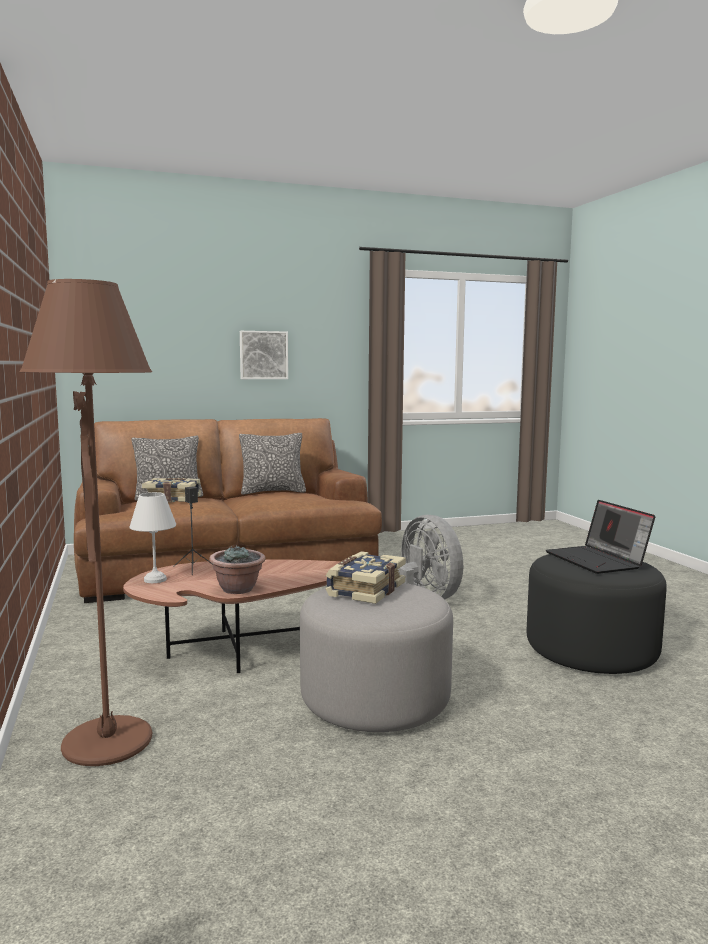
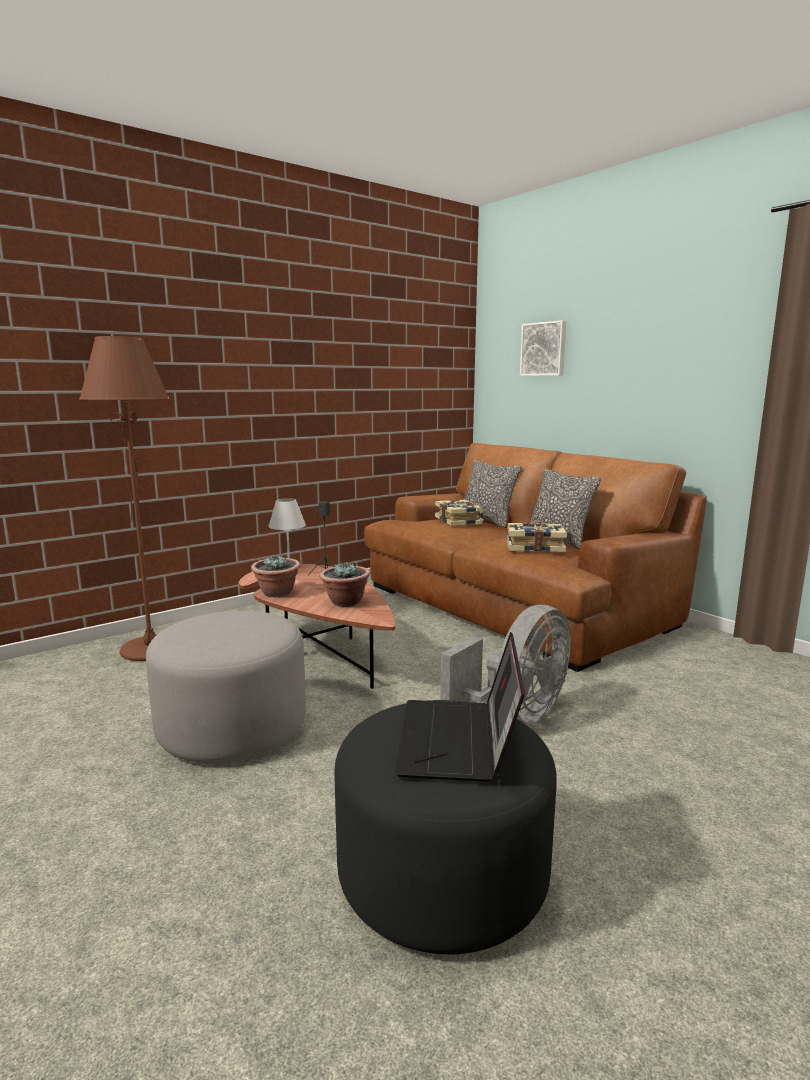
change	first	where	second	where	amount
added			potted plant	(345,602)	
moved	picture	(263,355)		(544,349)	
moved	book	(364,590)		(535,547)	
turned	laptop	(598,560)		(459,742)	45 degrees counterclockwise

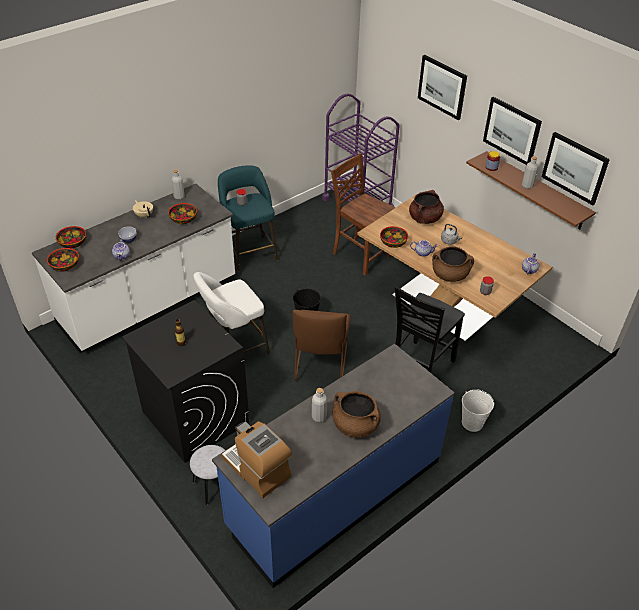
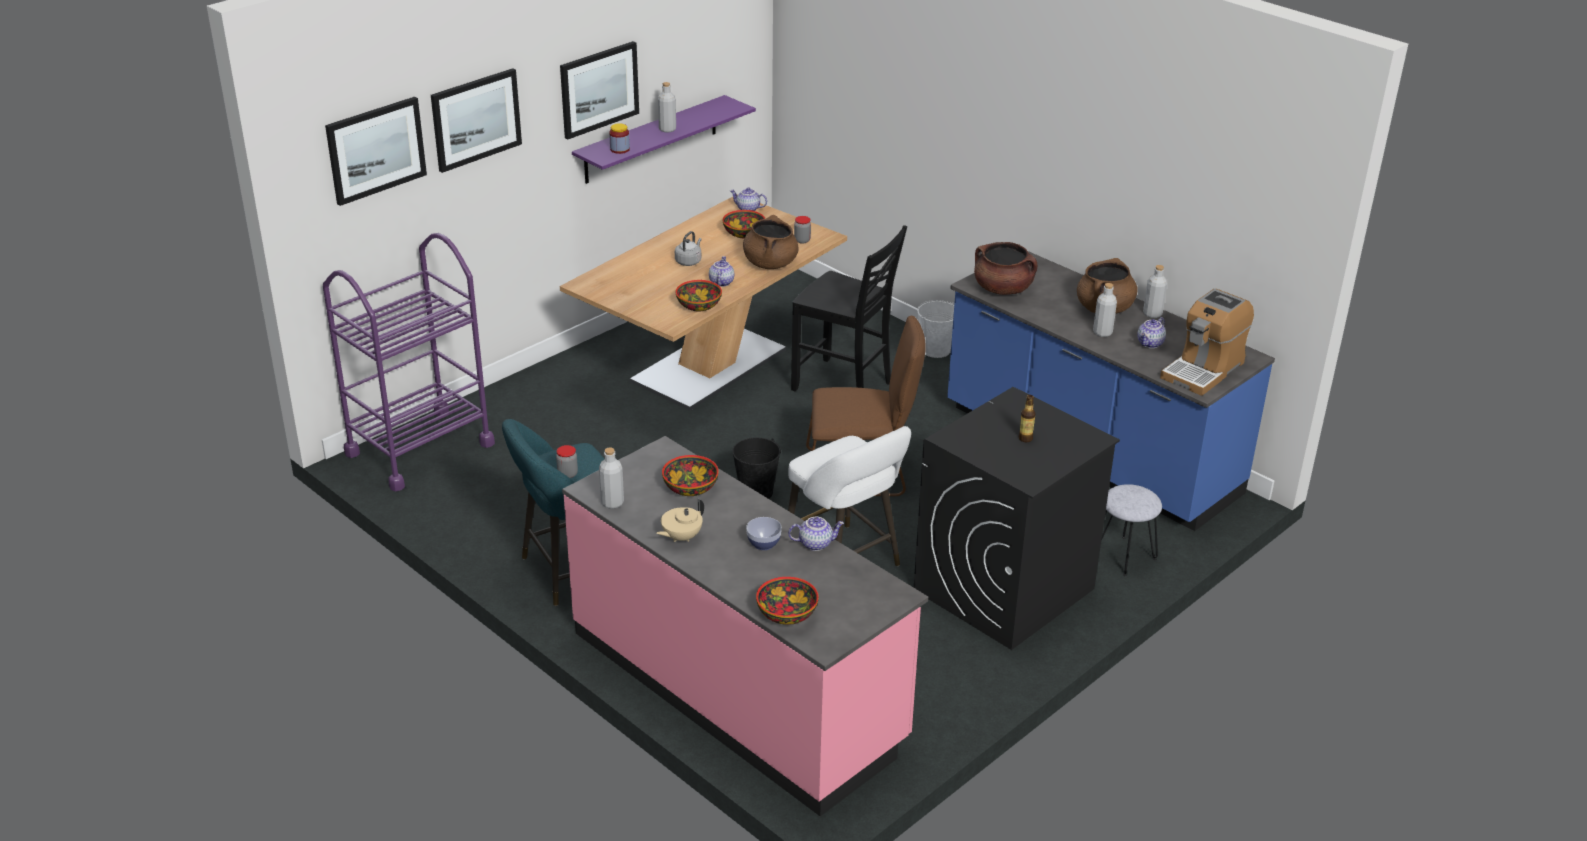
change	first	where	second	where	amount
removed	chair (brown)	(360,255)			
added			teapot	(1150,344)	
added			bottle (grey)	(1152,314)	
moved	bowl	(65,266)		(744,234)	
moved	cooking pot (brown)	(425,219)		(1003,289)	
moved	picture	(575,168)		(376,150)	
recoloured	counter (white)	(149,302)	counter (pink)	(738,687)	
recoloured	shelf (brown)	(535,190)	shelf (purple)	(651,139)	

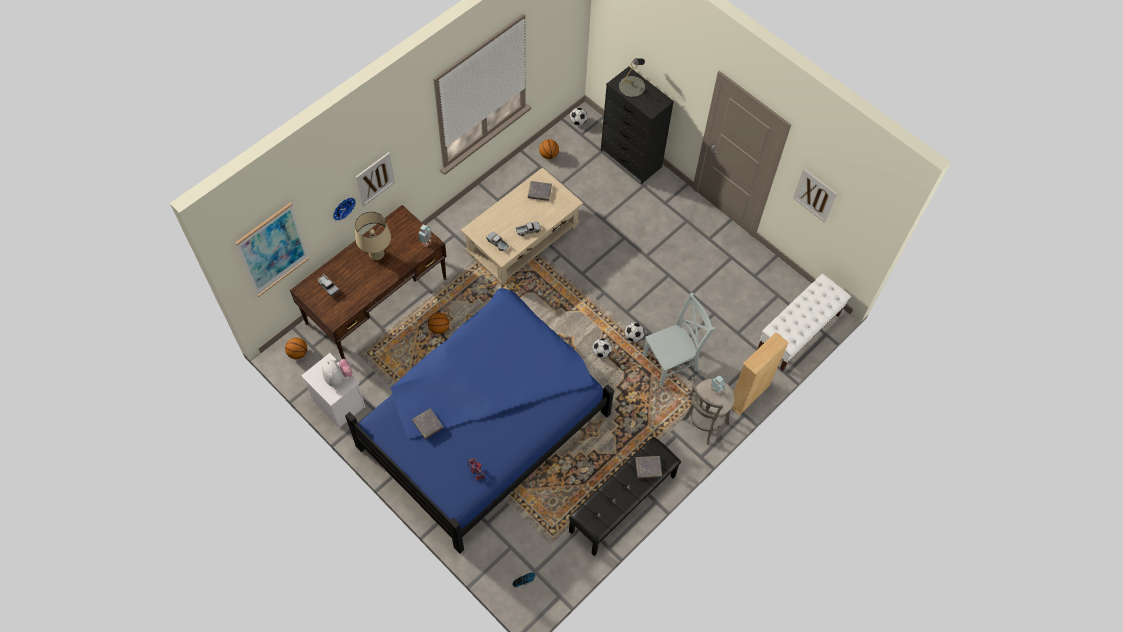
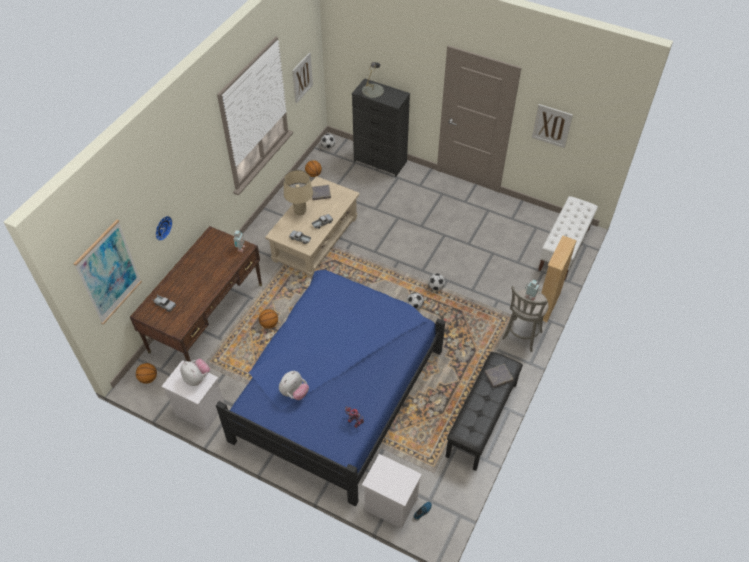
change	first	where	second	where	amount
removed	chair (grey)	(672,361)			
added			nightstand (white)	(389,505)	
moved	table lamp (beige)	(377,254)		(300,211)	
moved	picture	(375,179)		(302,77)	
replaced	book (grey)	(428,424)	plush toy	(294,393)	

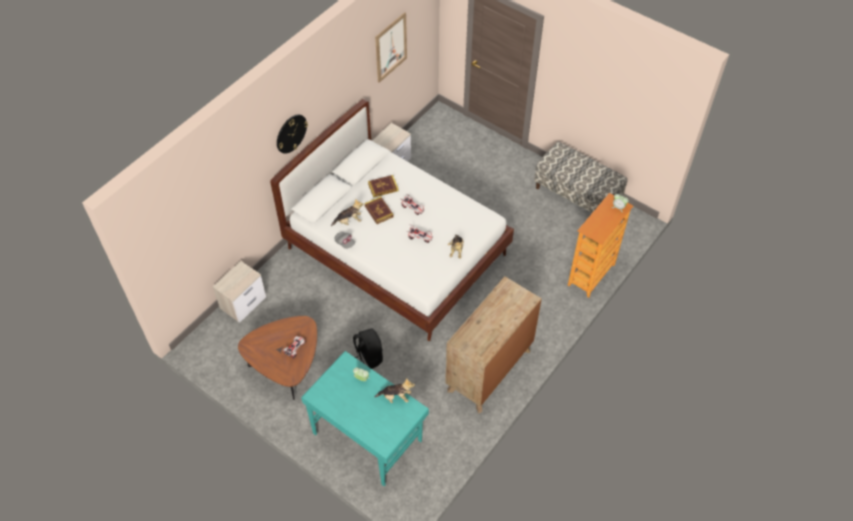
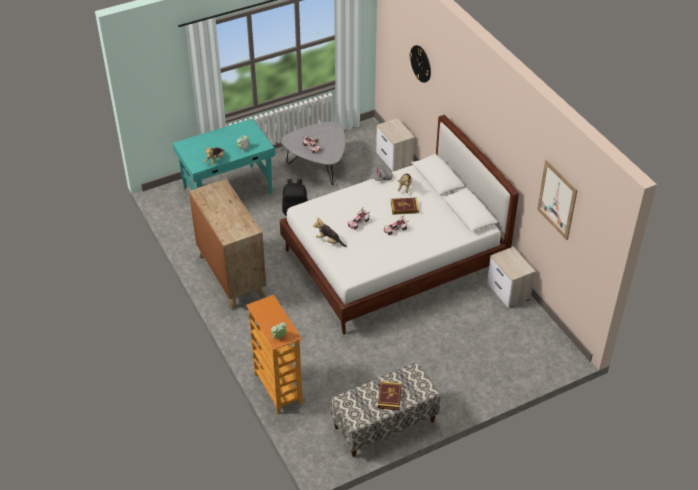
change	first	where	second	where	amount
moved	wall clock	(291,133)		(421,63)	
moved	book	(383,187)		(389,397)	
recoloured	coffee table (brown)	(286,367)	coffee table (grey)	(318,166)	

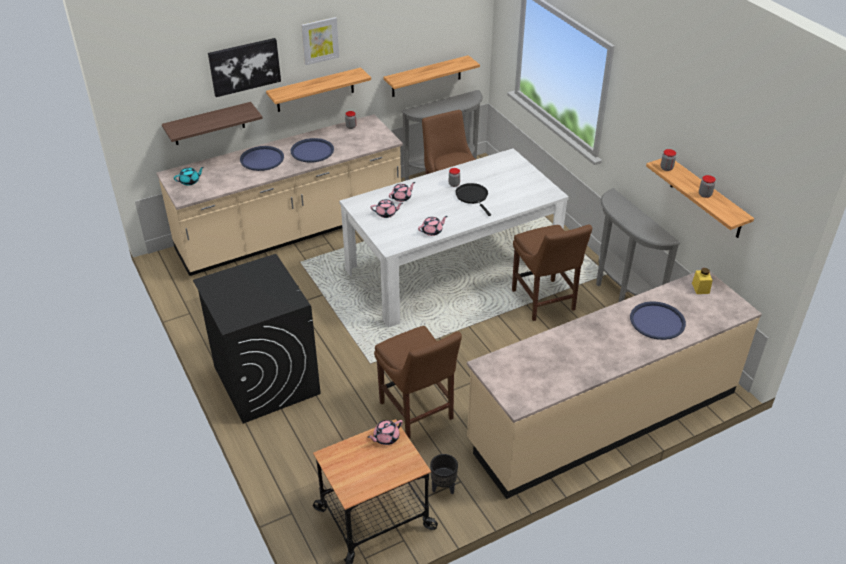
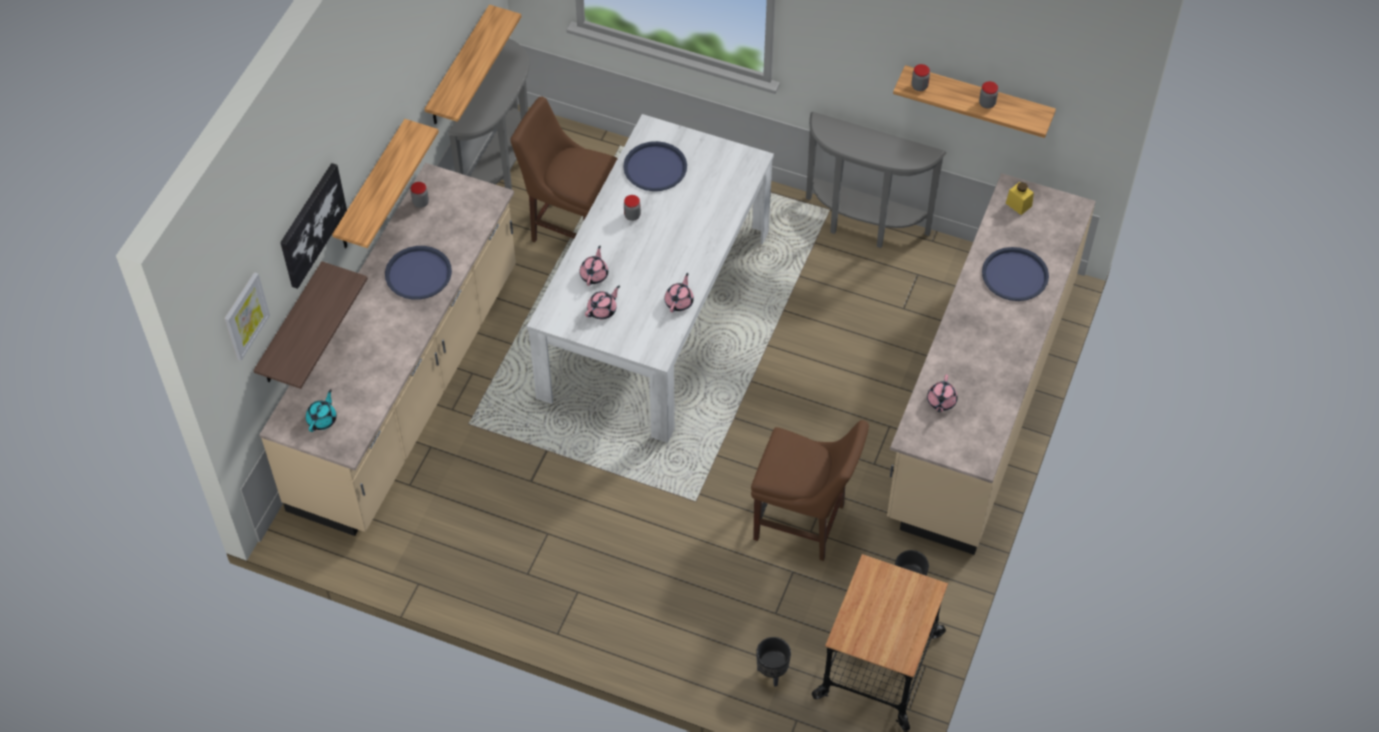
change	first	where	second	where	amount
removed	washing machine (black)	(265,380)			
removed	frying pan (black)	(473,197)			
removed	chair (brown)	(544,302)			
added			planter (black)	(772,672)	
moved	tray (blue)	(262,159)		(655,167)	
moved	picture	(320,40)		(245,316)	
moved	teapot (pink)	(385,438)		(941,401)	

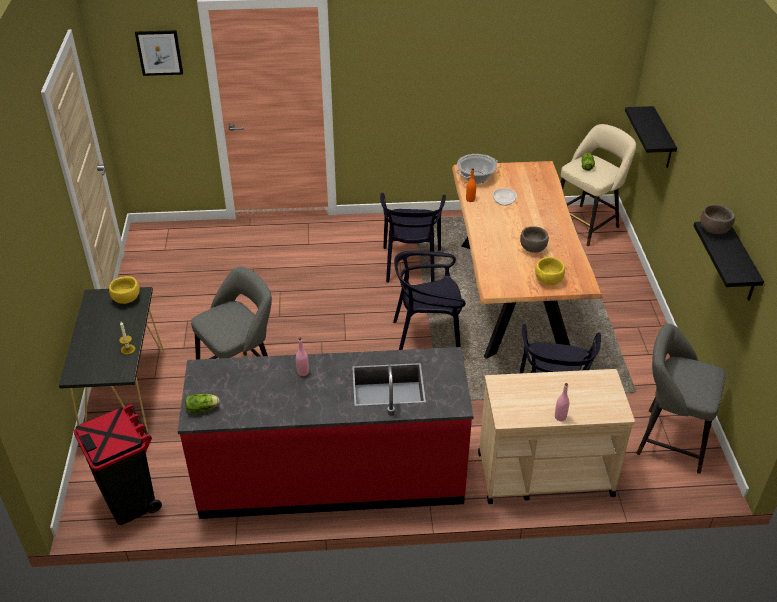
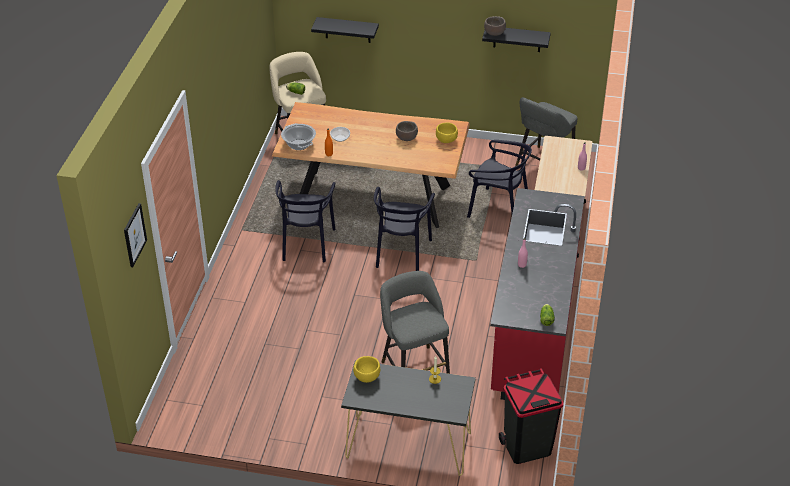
change	first	where	second	where	amount
turned	chair (black)	(411,264)		(306,244)	75 degrees clockwise

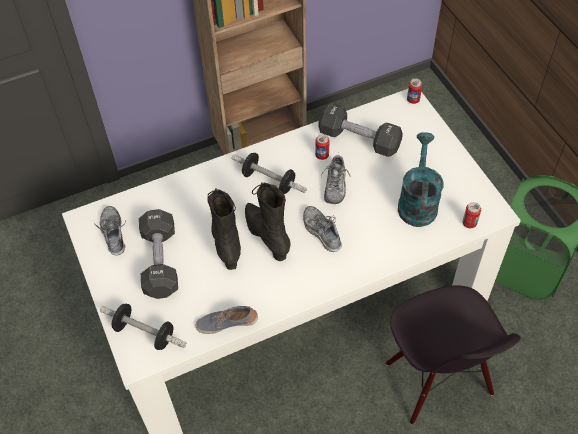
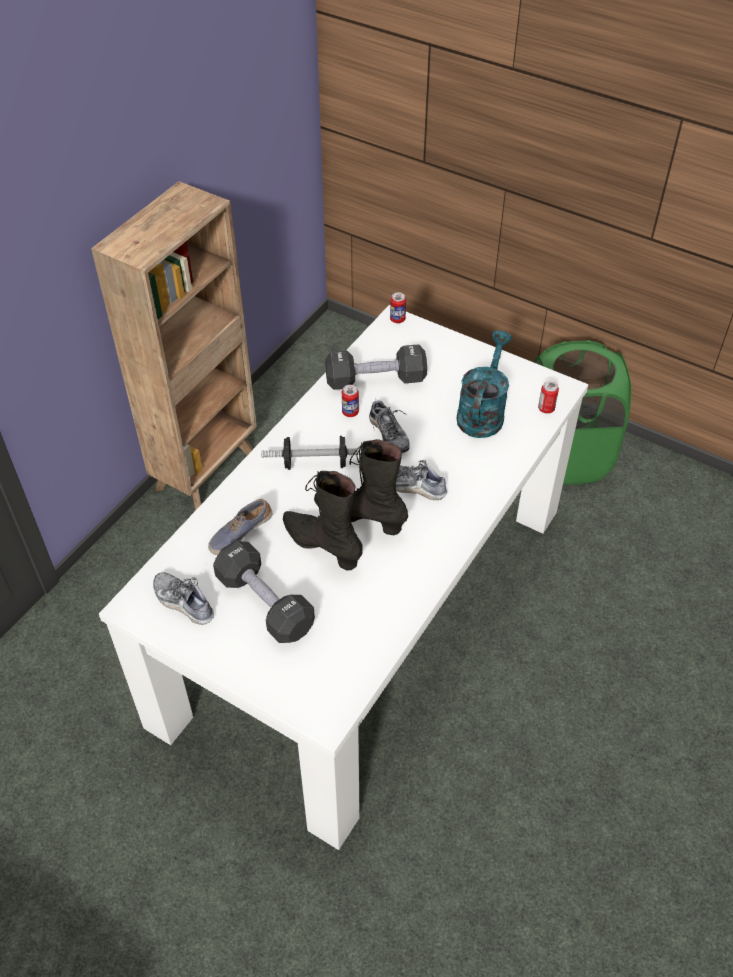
change	first	where	second	where	amount
removed	dumbbell	(145,333)			
removed	chair (black)	(437,379)			
moved	shoe	(227,323)		(240,533)	
turned	watering can (turquoise)	(417,202)		(482,412)	45 degrees clockwise

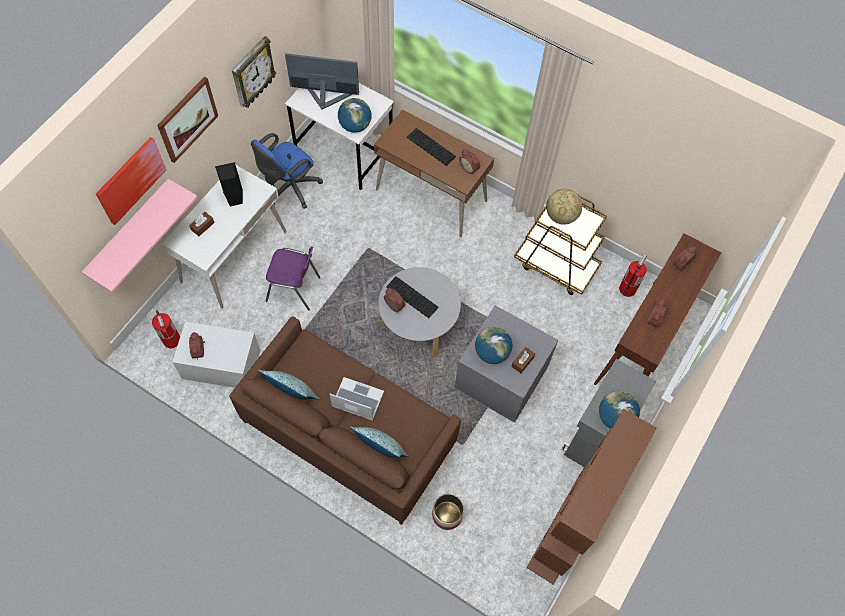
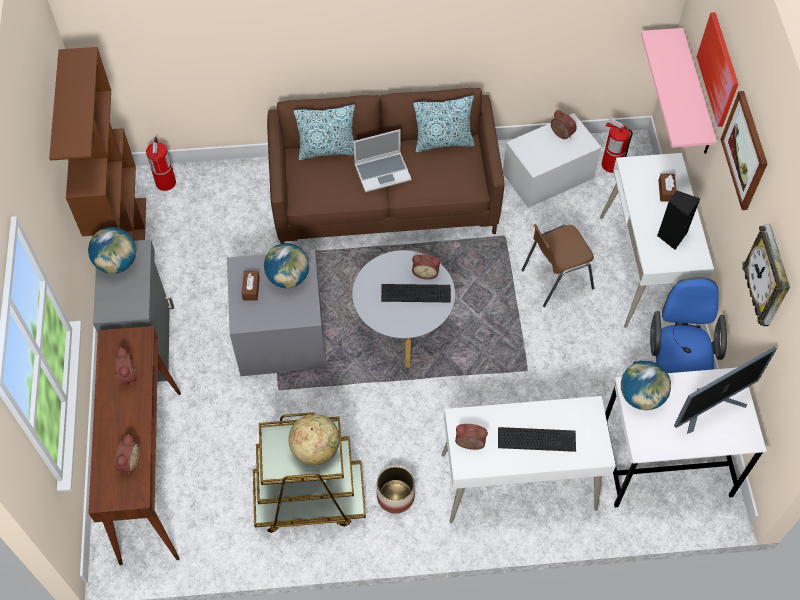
change	first	where	second	where	amount
moved	planter	(447,514)		(396,496)	
moved	fire extinguisher	(627,289)		(166,183)	
recoloured	chair (purple)	(294,289)	chair (brown)	(555,279)	
recoloured	desk (brown)	(431,195)	desk (white)	(518,482)	

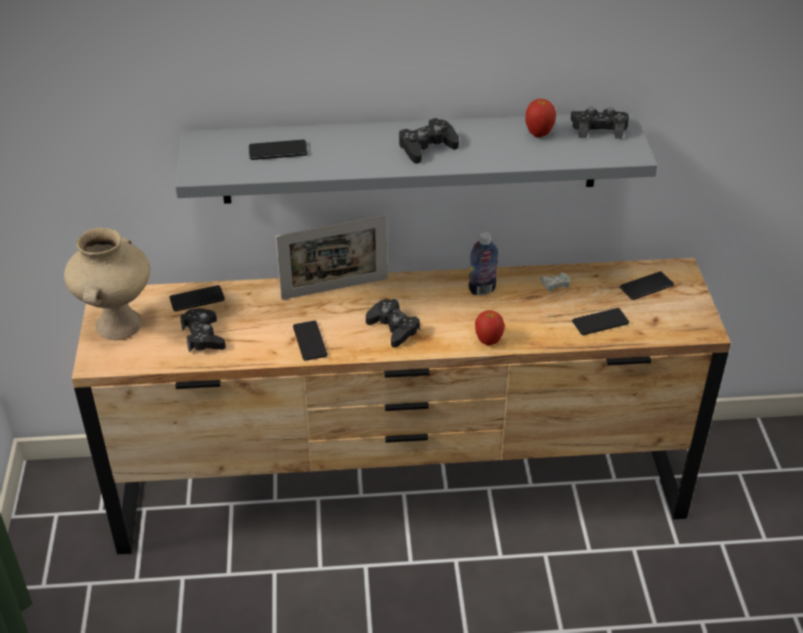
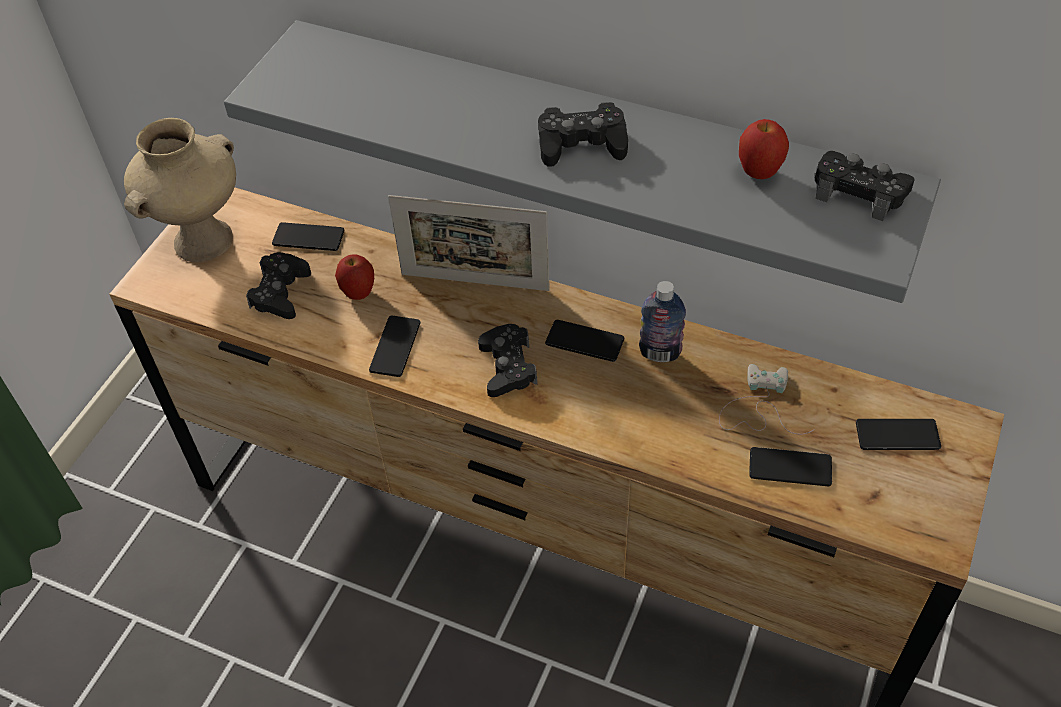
change	first	where	second	where	amount
moved	phone	(278,151)		(584,341)	
moved	apple	(488,341)		(359,293)	

